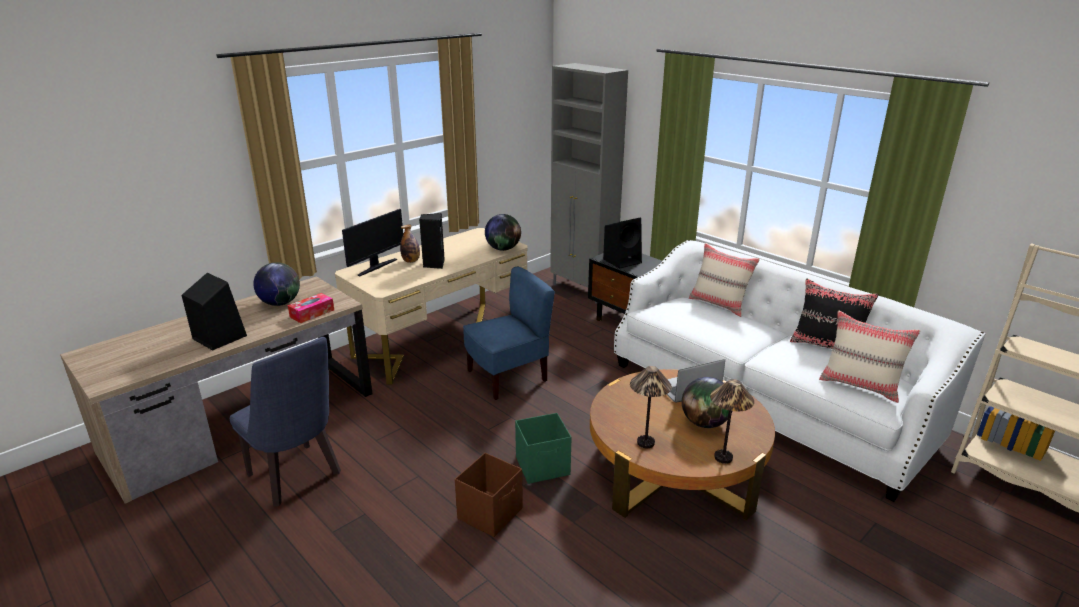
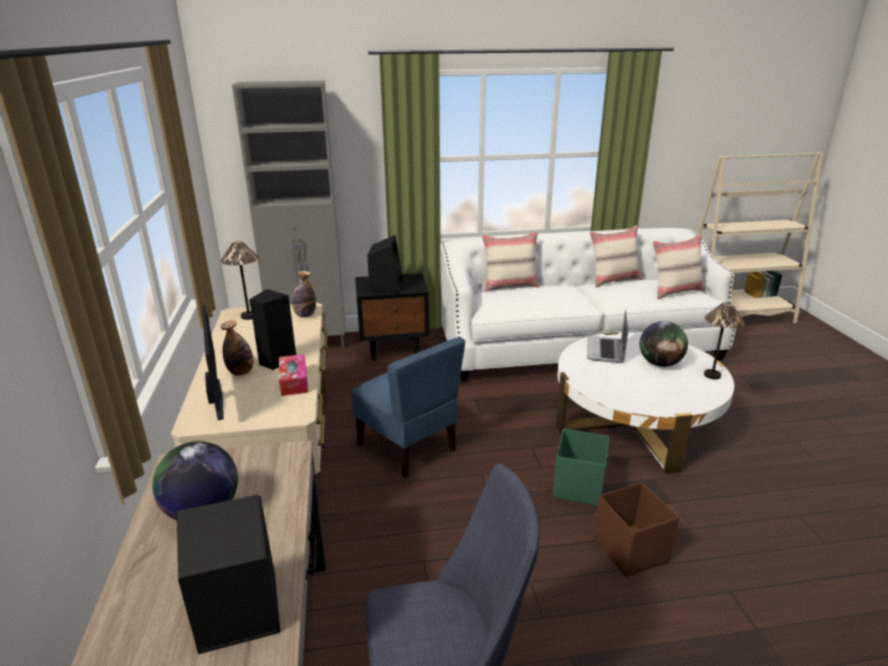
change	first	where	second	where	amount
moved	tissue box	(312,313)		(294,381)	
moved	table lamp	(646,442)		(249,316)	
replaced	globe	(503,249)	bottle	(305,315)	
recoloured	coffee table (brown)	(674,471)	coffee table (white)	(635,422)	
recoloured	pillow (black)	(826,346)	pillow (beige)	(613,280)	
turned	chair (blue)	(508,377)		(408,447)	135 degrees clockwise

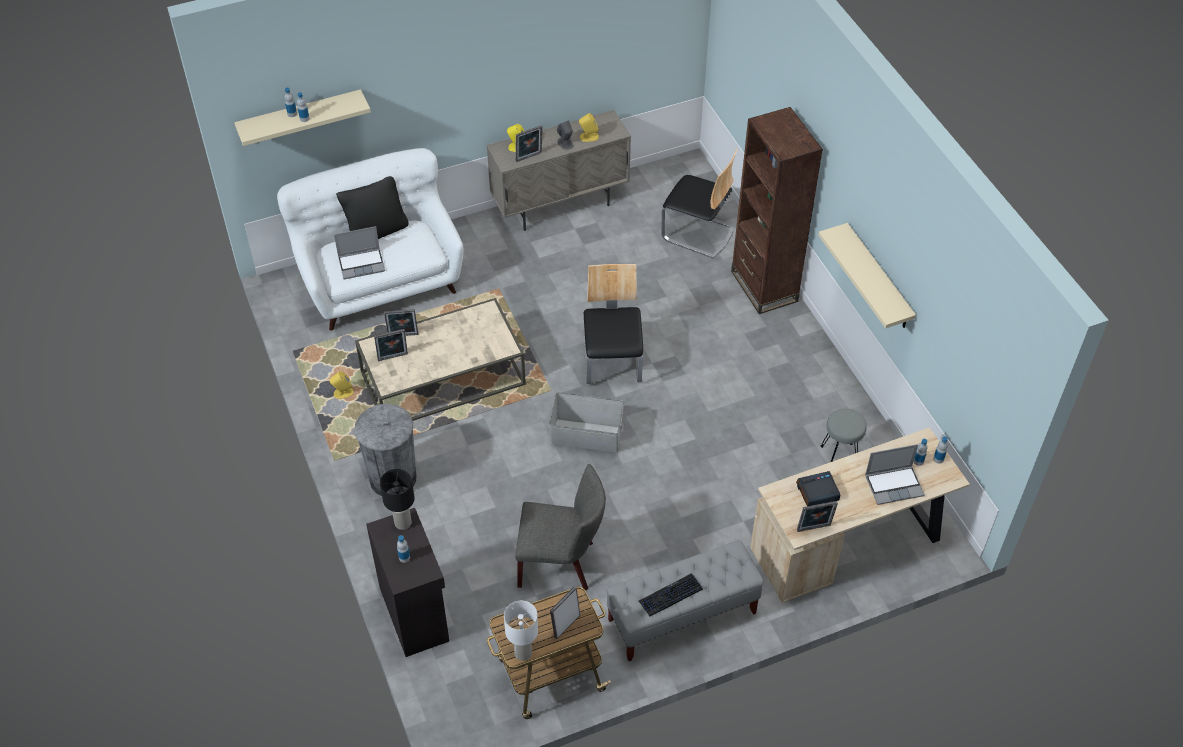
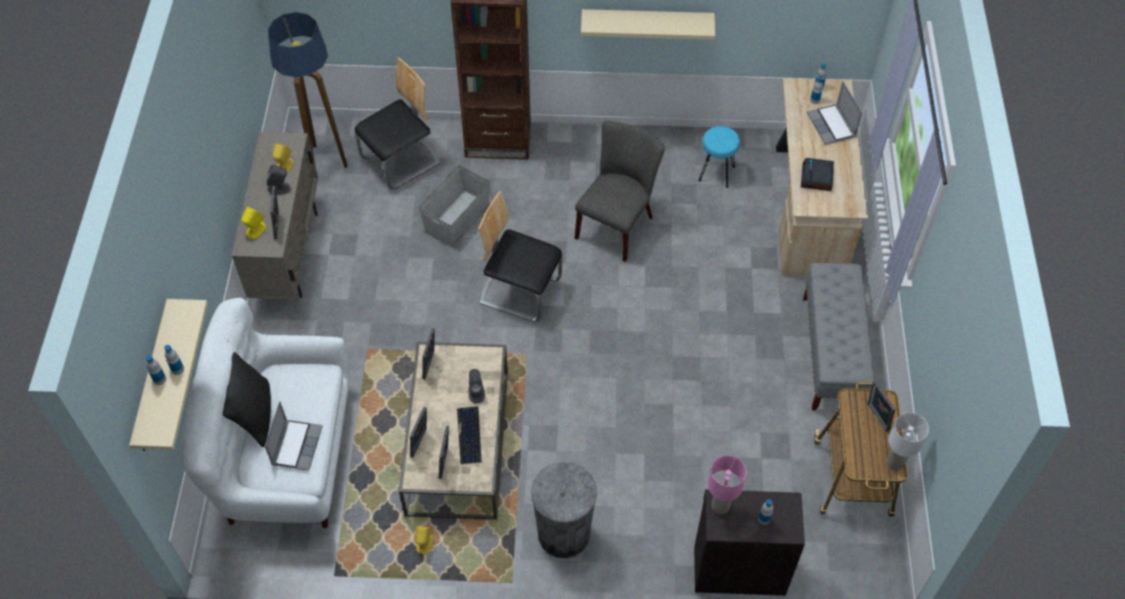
change	first	where	second	where	amount
added			floor lamp	(323,160)	
added			speaker (grey)	(476,393)	
moved	chair (grey)	(561,563)		(617,224)	
moved	storage box (grey)	(586,435)		(456,217)	
moved	keyboard	(670,595)		(469,436)	
moved	picture frame	(814,529)		(430,365)	
recoloured	table lamp (black)	(403,522)	table lamp (pink)	(720,505)	
recoloured	stool (grey)	(839,456)	stool (turquoise)	(716,173)	
turned	laptop	(894,485)		(832,126)	150 degrees clockwise

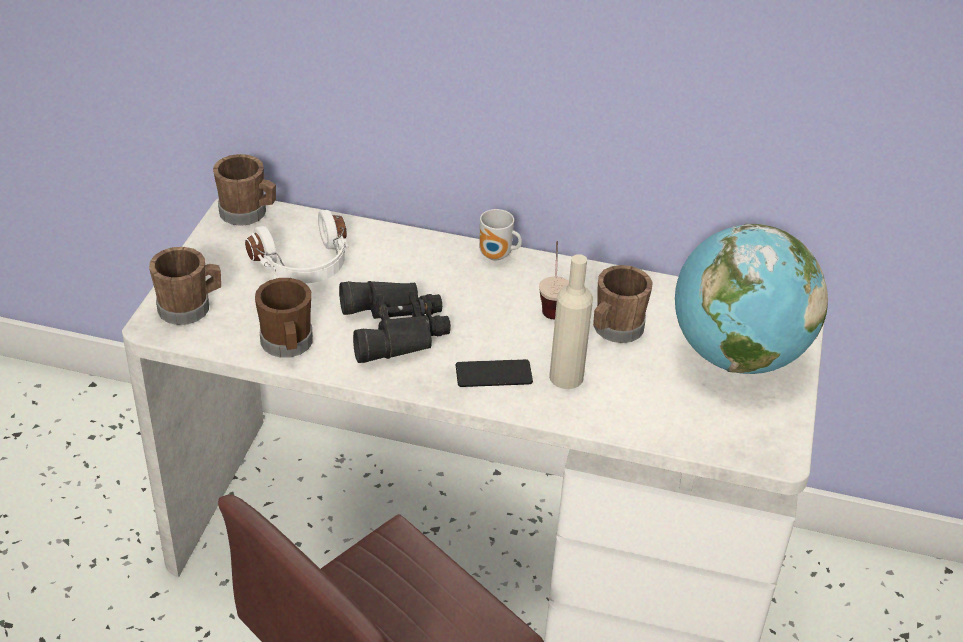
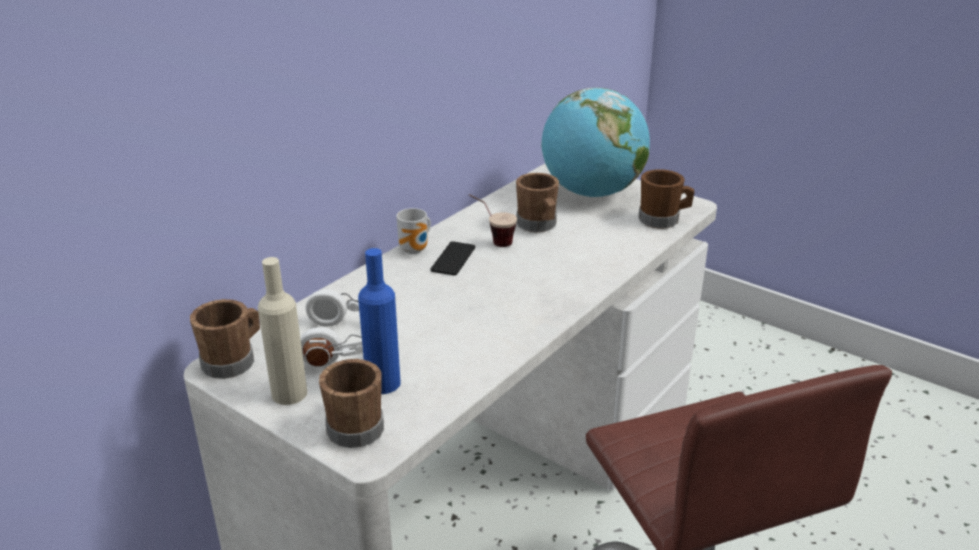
change	first	where	second	where	amount
removed	binoculars (black)	(397,328)			
added			bottle (blue)	(383,383)	
moved	mug (brown)	(287,345)		(663,220)	
moved	phone	(493,374)		(453,259)	
moved	bottle (beige)	(566,377)		(289,393)	

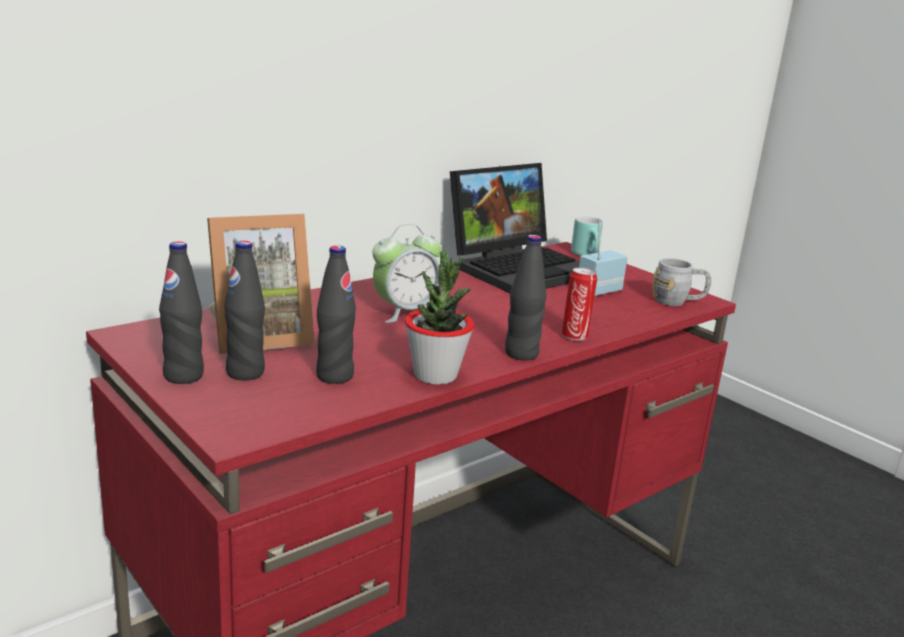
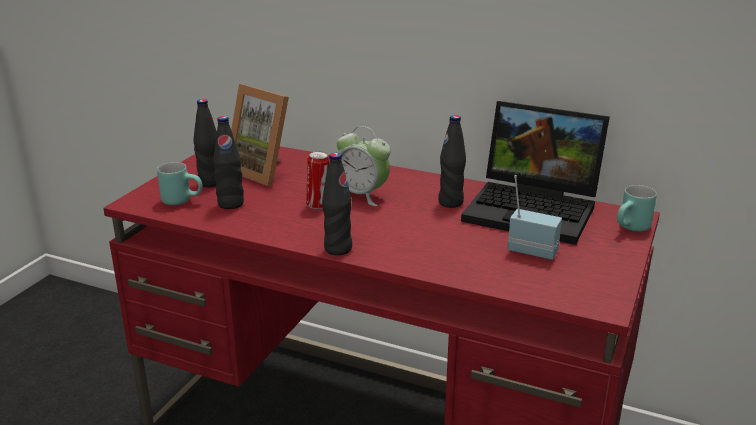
change	first	where	second	where	amount
removed	potted plant	(435,375)			
removed	mug (grey)	(678,302)			
added			mug (turquoise)	(183,200)	
moved	bottle (black)	(183,376)		(451,202)	
moved	can	(574,336)		(318,205)	

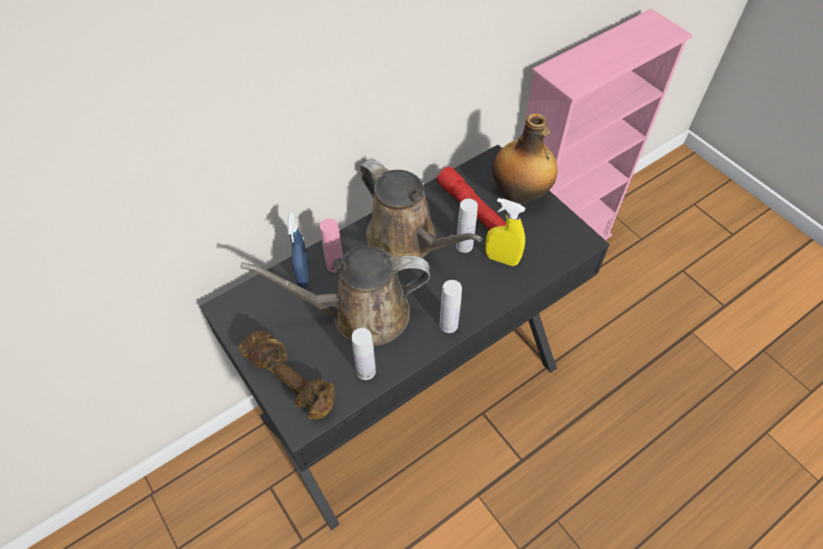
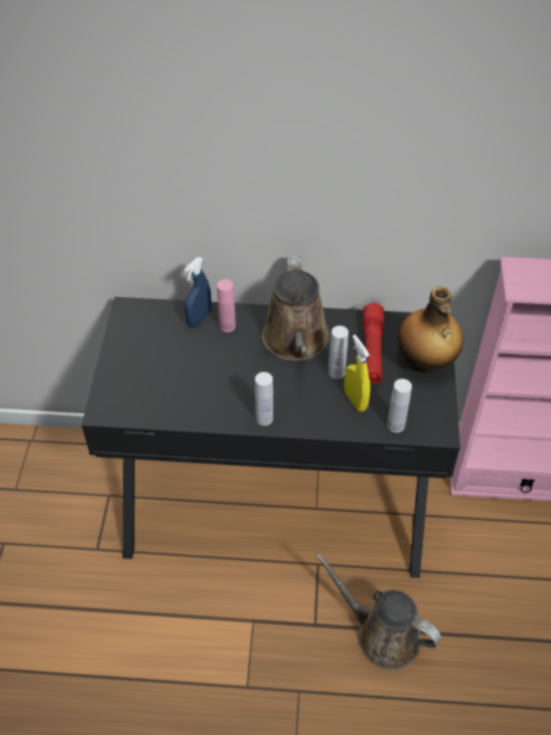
change	first	where	second	where	amount
removed	dumbbell (brown)	(291,380)			
moved	watering can (brown)	(361,314)		(382,634)	
moved	bottle (white)	(366,371)		(396,425)	

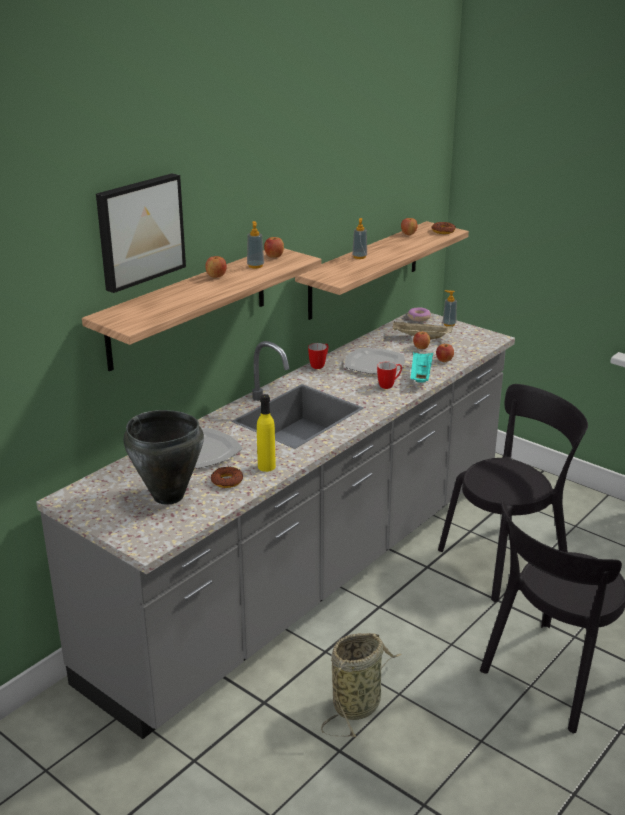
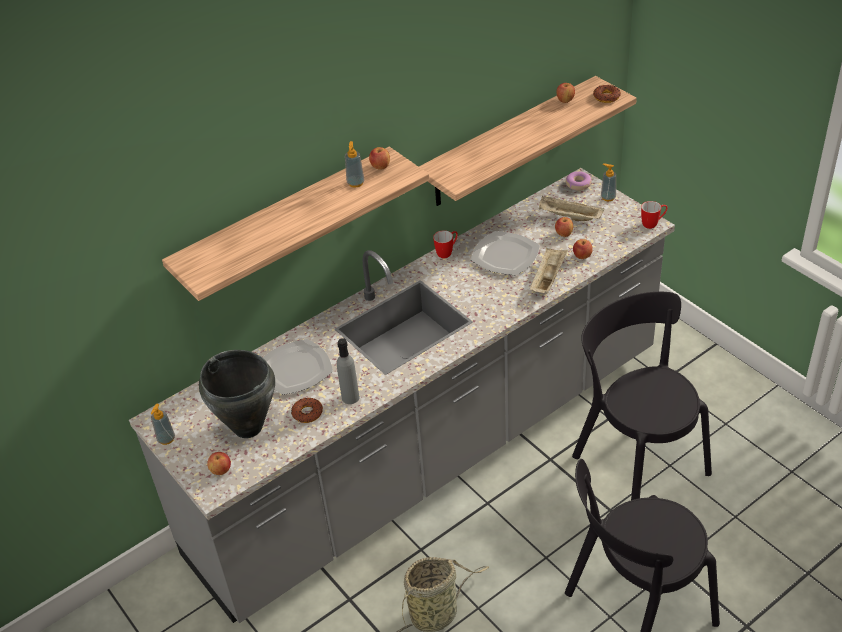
change	first	where	second	where	amount
removed	picture	(139,231)			
moved	apple	(216,276)		(221,470)	
moved	soap dispenser	(359,257)		(166,439)	
moved	mug	(389,385)		(653,224)	
recoloured	bottle (yellow)	(266,466)	bottle (grey)	(350,397)	
recoloured	tray (turquoise)	(420,376)	tray (beige)	(548,279)	
turned	chair (black)	(507,559)		(637,460)	105 degrees counterclockwise

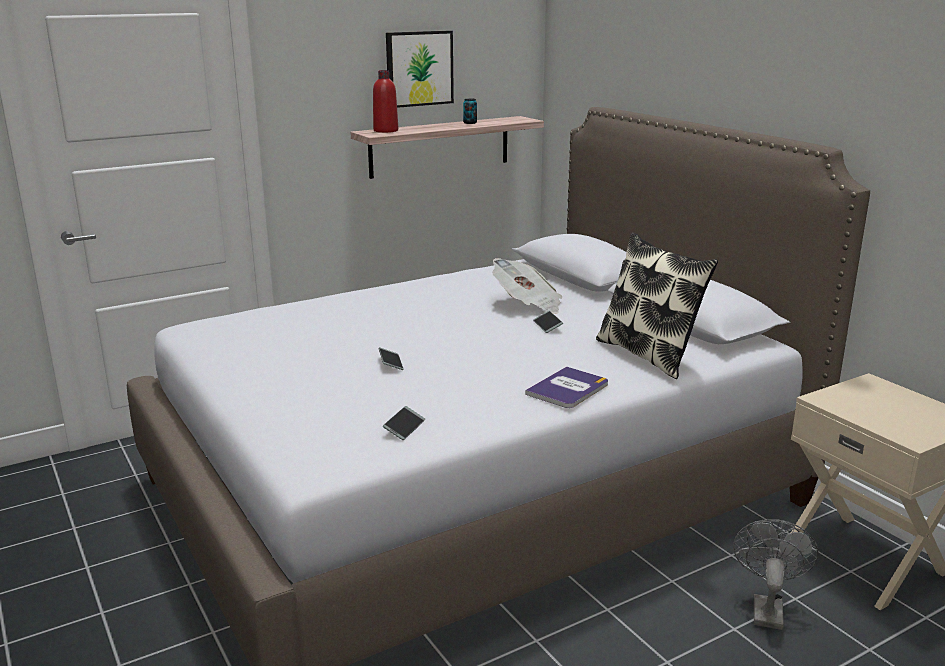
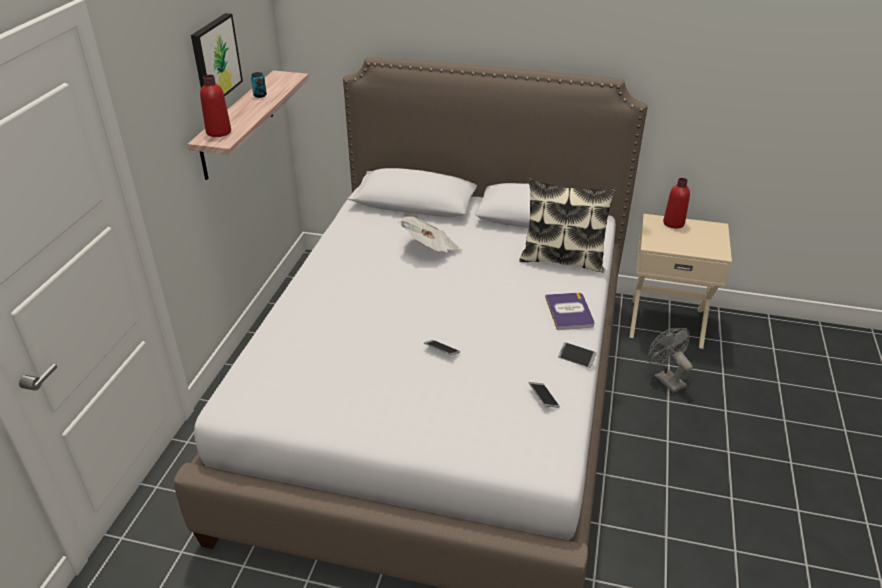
change	first	where	second	where	amount
added			bottle (red)	(673,223)	
moved	phone	(547,325)		(576,358)	

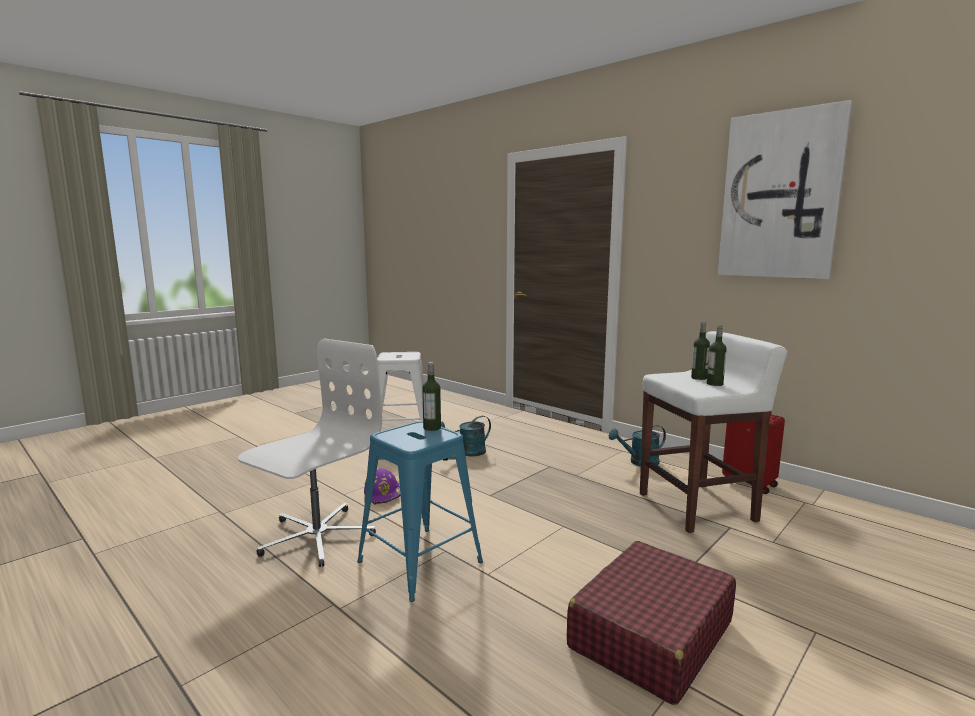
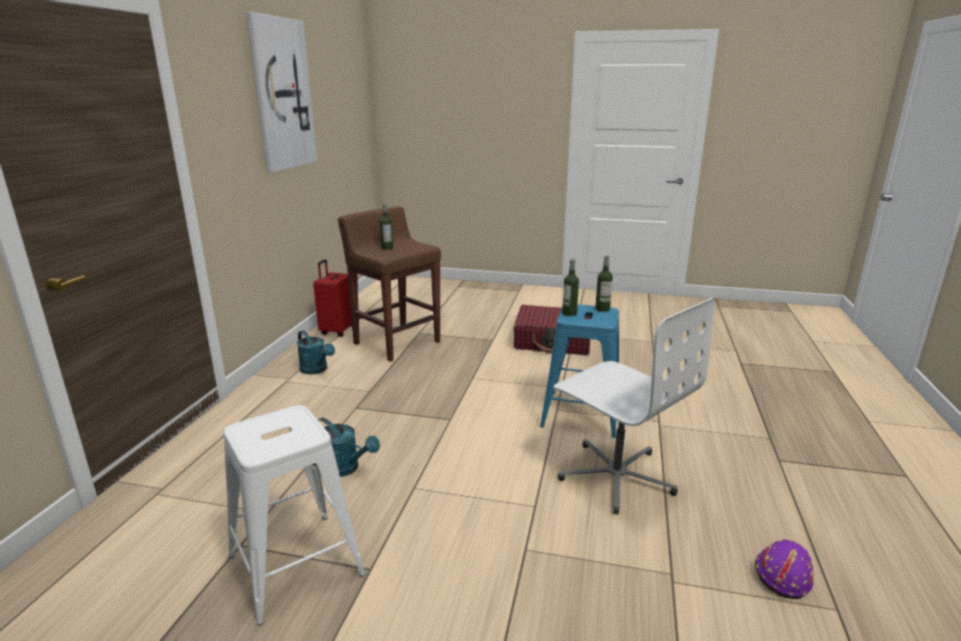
change	first	where	second	where	amount
moved	hard hat (purple)	(383,494)		(782,574)	
moved	bottle	(714,384)		(602,309)	
recoloured	stool (white)	(698,507)	stool (brown)	(396,342)	
turned	office chair (white)	(316,536)		(616,476)	135 degrees counterclockwise

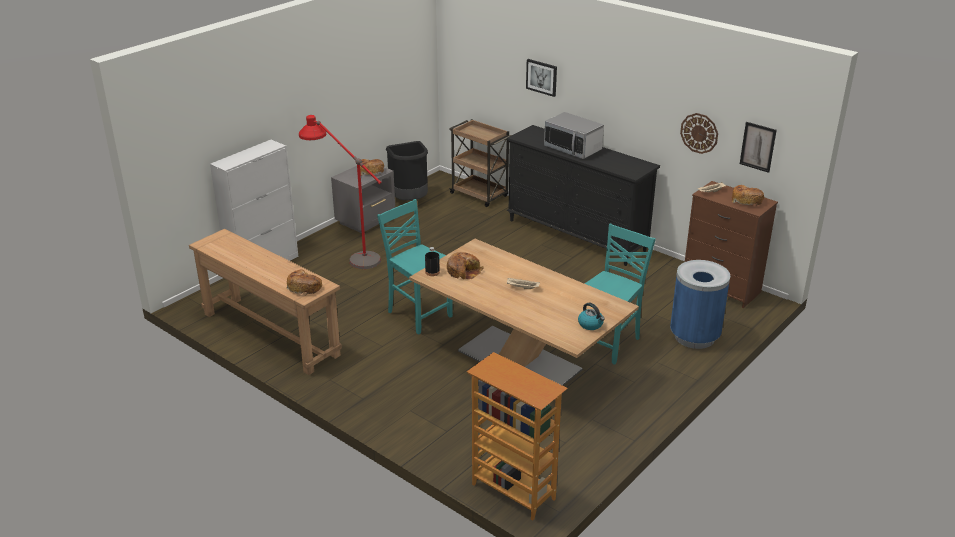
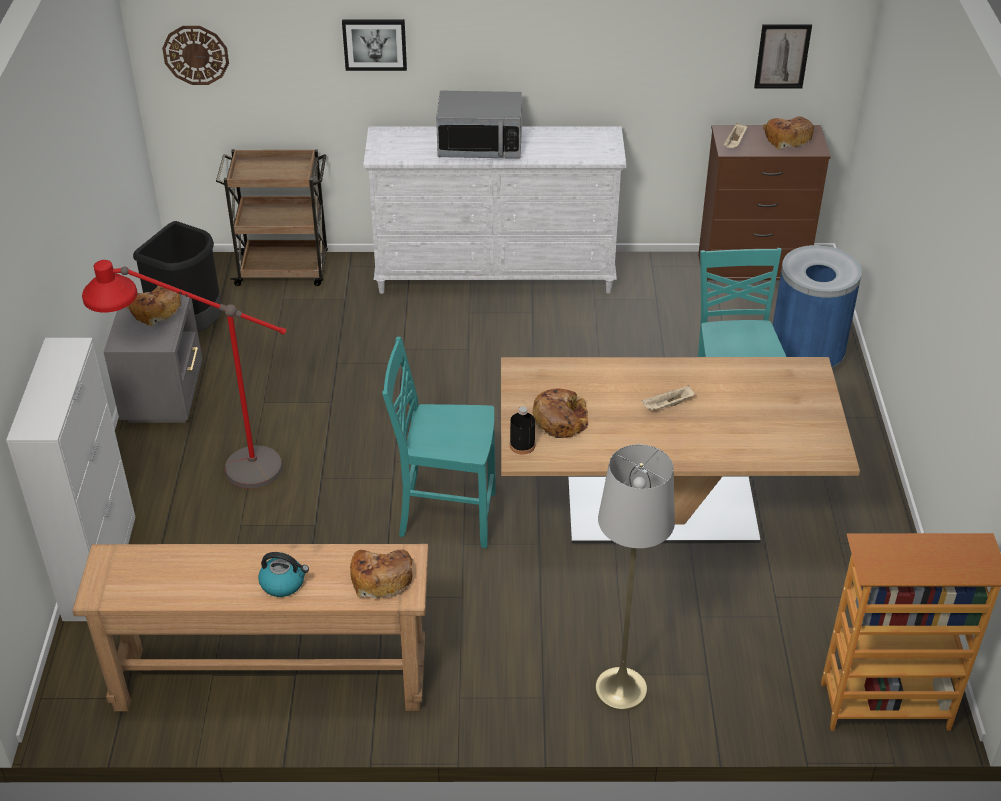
change	first	where	second	where	amount
added			floor lamp (grey)	(621,689)	
moved	kettle	(591,324)		(283,583)	
moved	wall clock	(699,133)		(196,55)	
recoloured	dresser (black)	(576,235)	dresser (white)	(496,275)	

